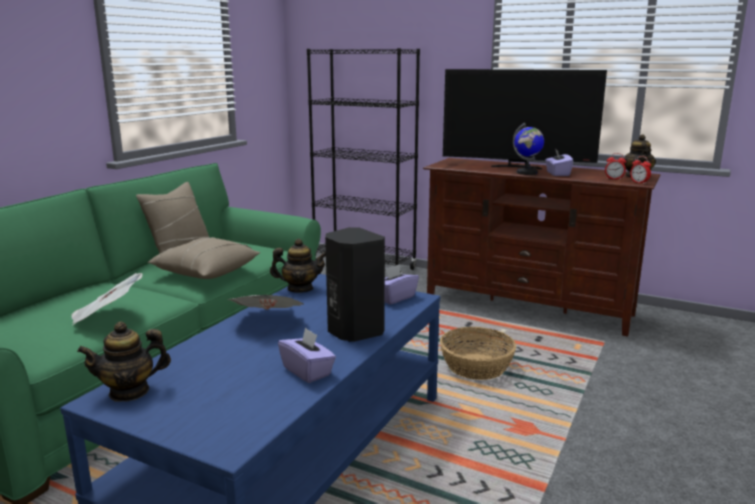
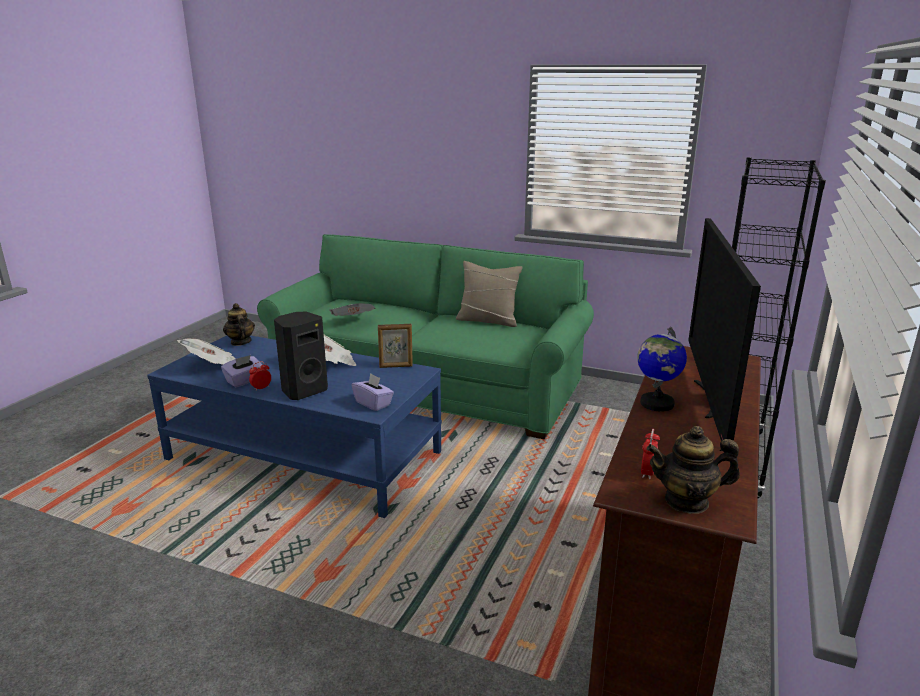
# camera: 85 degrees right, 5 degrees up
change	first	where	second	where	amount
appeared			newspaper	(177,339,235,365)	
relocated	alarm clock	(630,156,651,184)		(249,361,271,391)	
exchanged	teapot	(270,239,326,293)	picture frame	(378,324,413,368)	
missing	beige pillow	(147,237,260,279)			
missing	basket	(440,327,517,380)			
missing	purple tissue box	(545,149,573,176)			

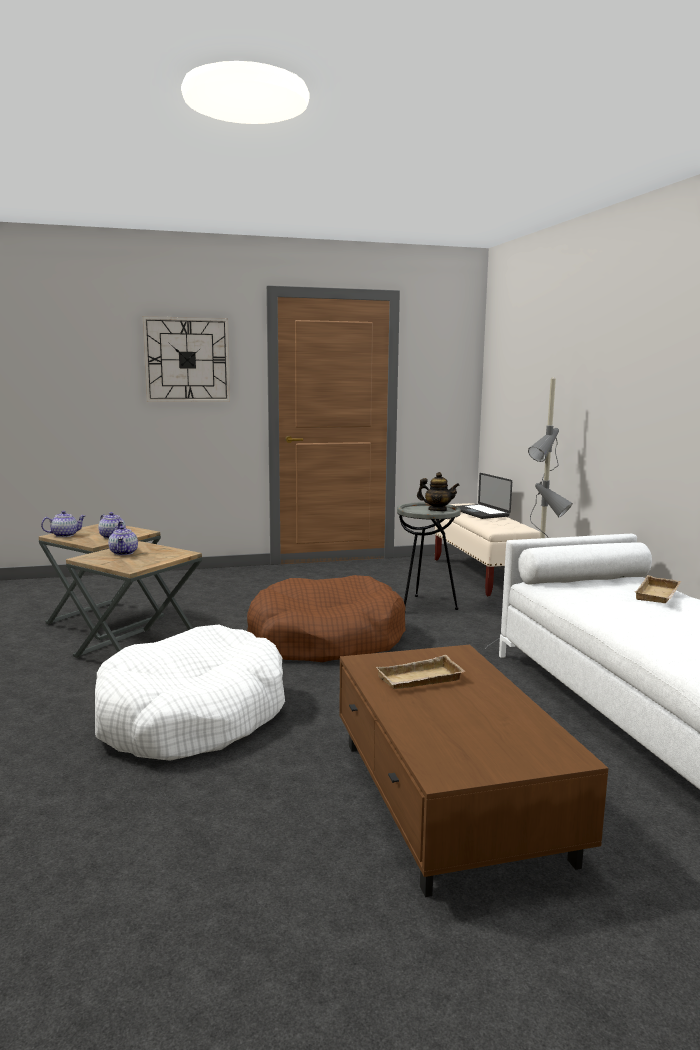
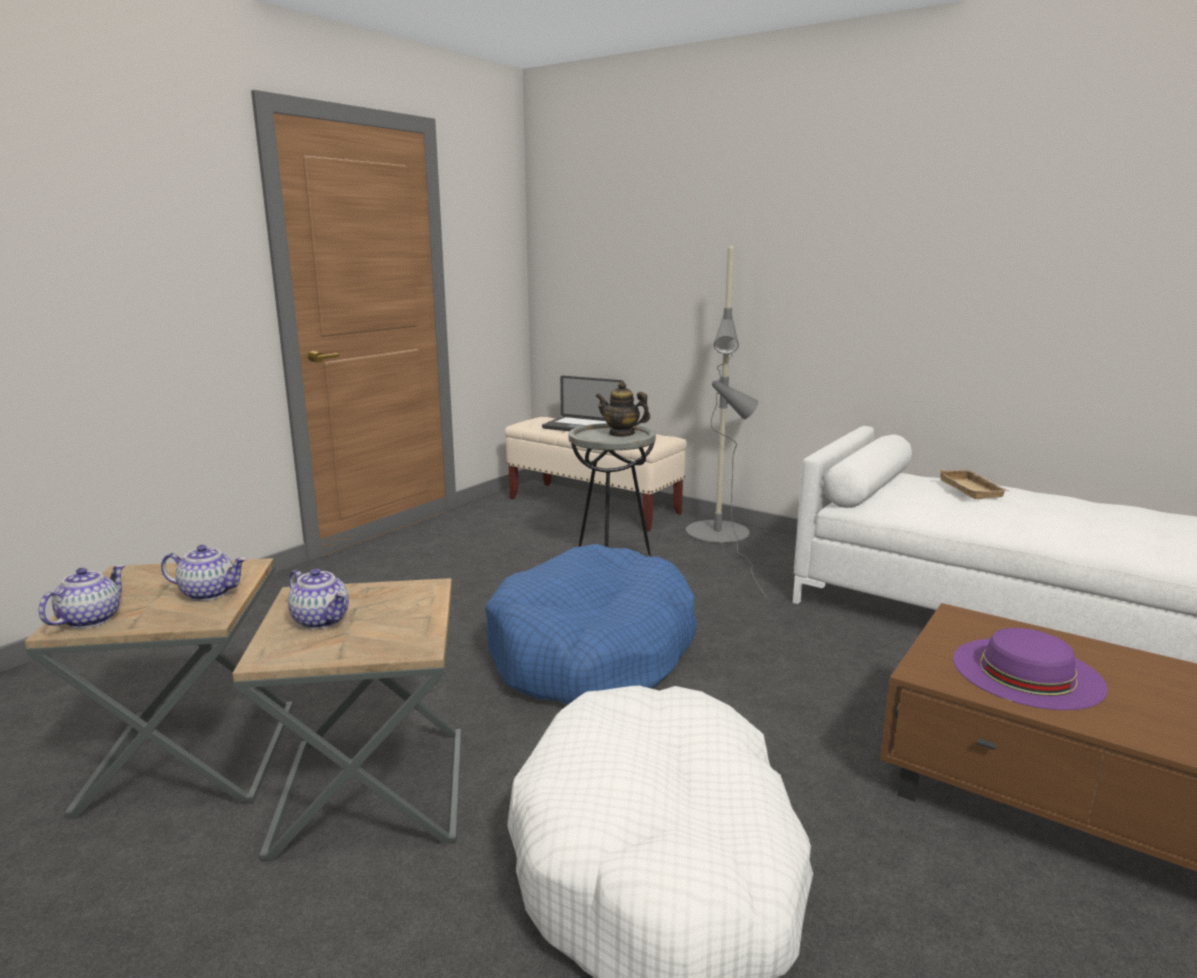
# camera: 40 degrees left, 5 degrees up
change	first	where	second	where	amount
colour	brown dog bed	(247,575,406,662)	blue dog bed	(485,544,697,704)	
spun	teapot	(417,472,460,511)		(595,382,650,437)	135 degrees counterclockwise
exchanged	beige tray	(376,655,465,689)	purple hat	(953,628,1108,710)	
missing	wall clock	(143,316,230,402)			

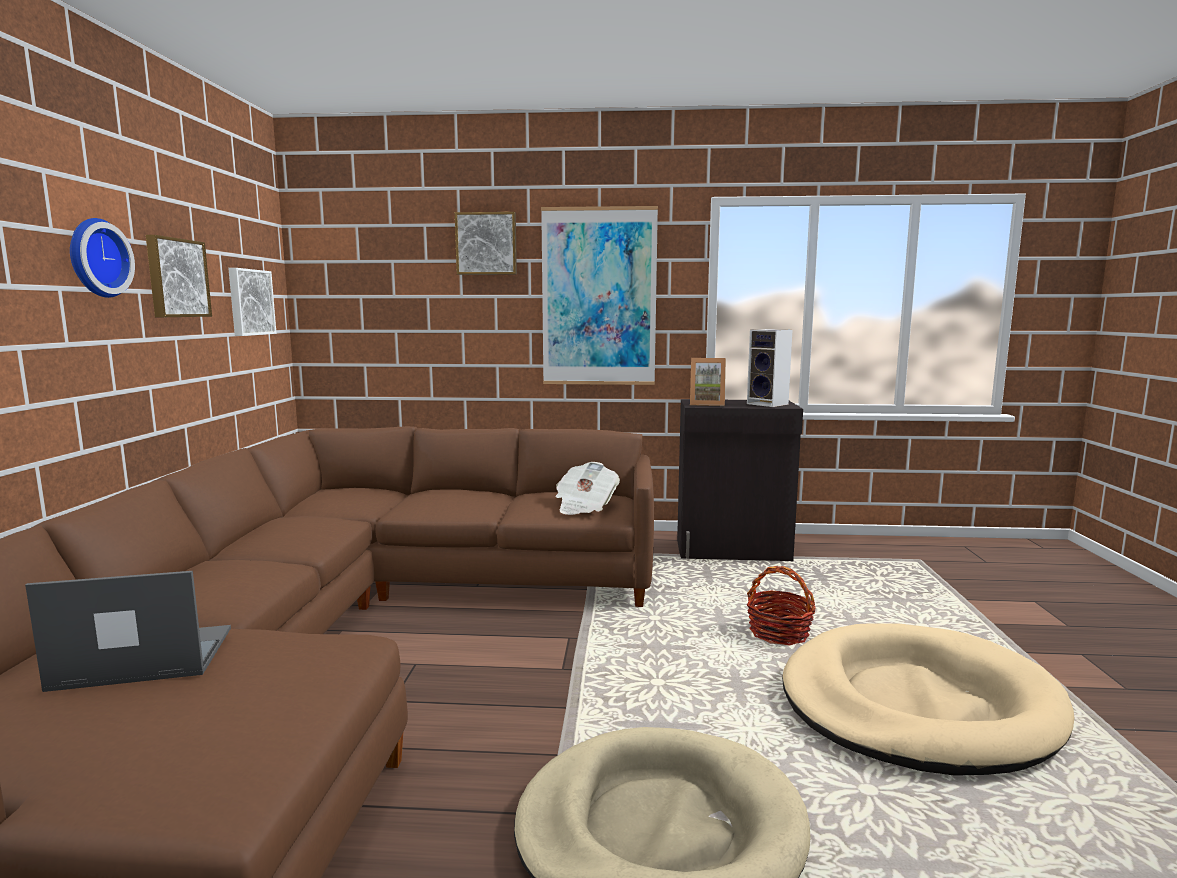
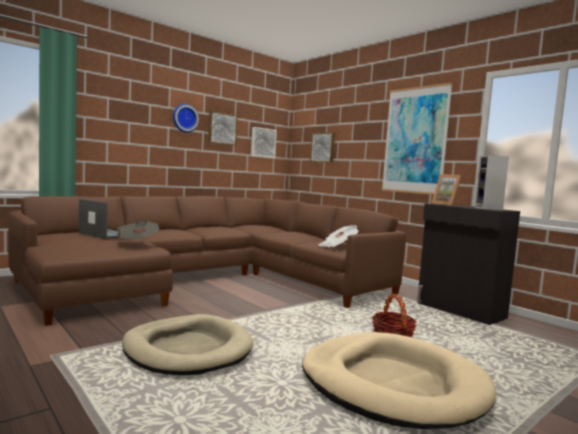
# camera: 45 degrees right, 5 degrees down
change	first	where	second	where	amount
appeared			newspaper	(117,221,160,239)	
relocated	picture	(455,212,517,275)		(310,132,335,163)	

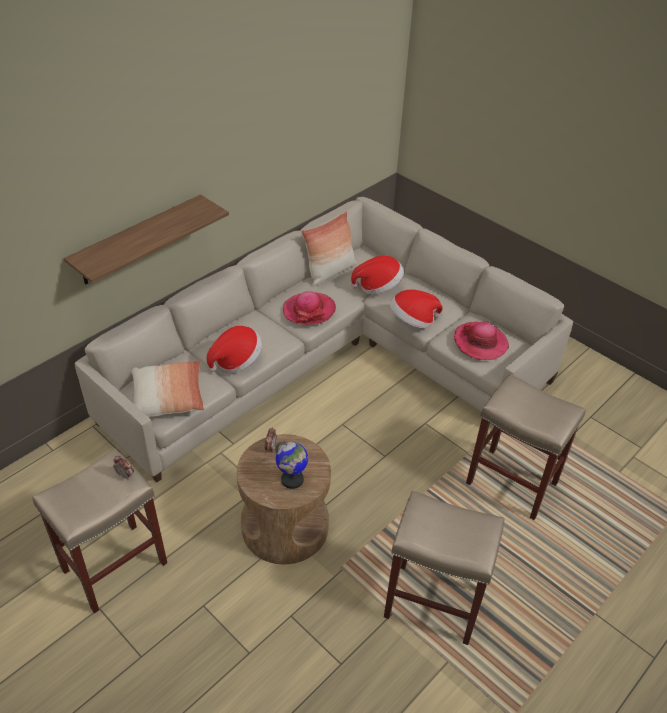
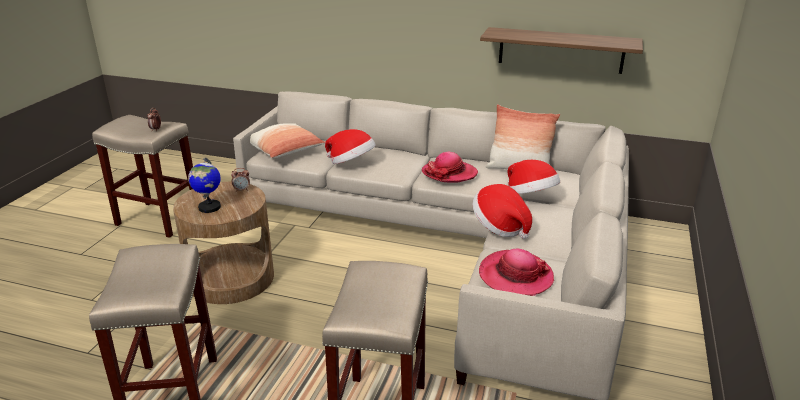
# camera: 65 degrees right, 15 degrees down
change	first	where	second	where	amount
relocated	shelf	(64,194,229,285)		(480,27,643,74)	

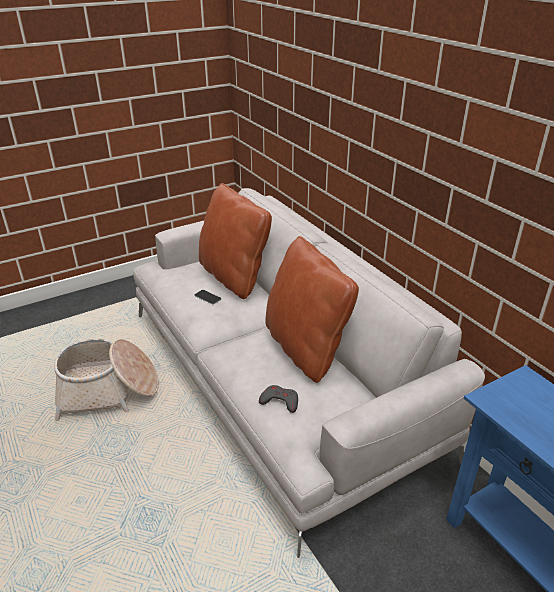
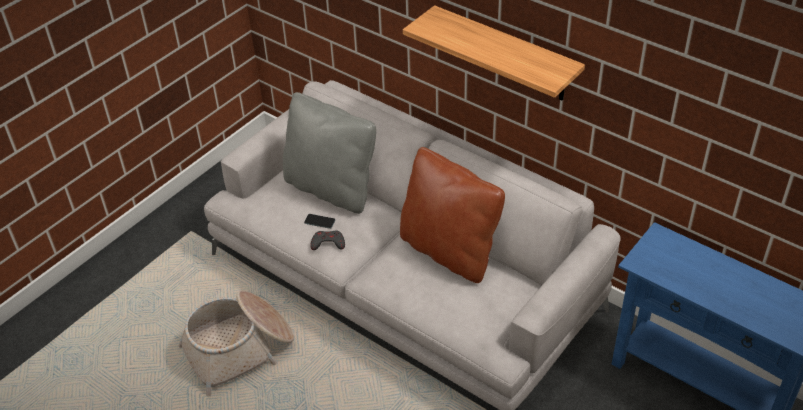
# camera: 20 degrees left, 10 degrees up
change	first	where	second	where	amount
colour	brown pillow	(199,183,272,299)	grey pillow	(283,92,376,214)	
relocated	grey game controller	(259,385,298,413)		(310,231,345,250)	
appeared			shelf	(403,5,585,101)	

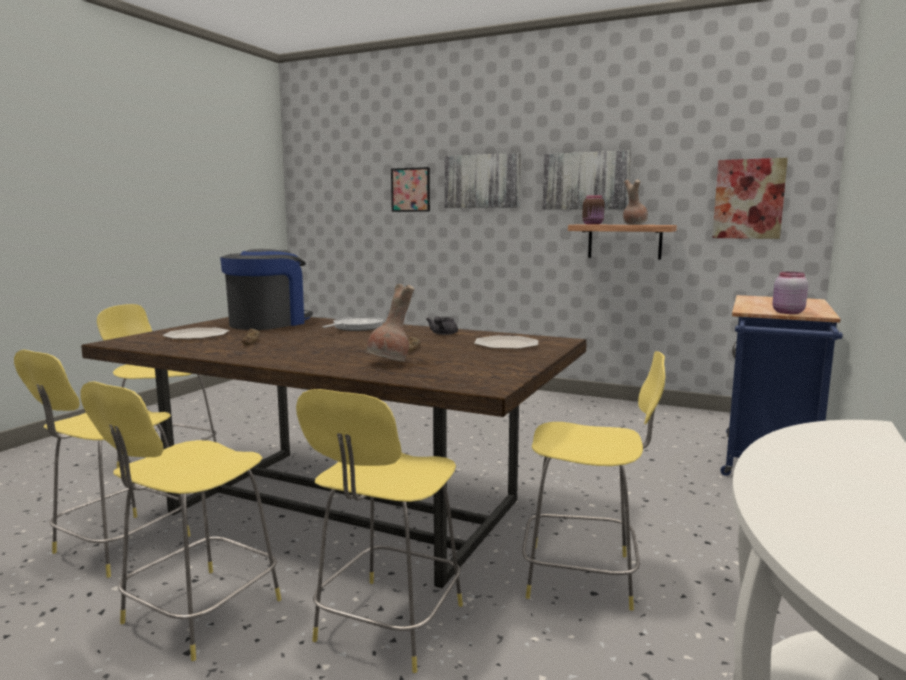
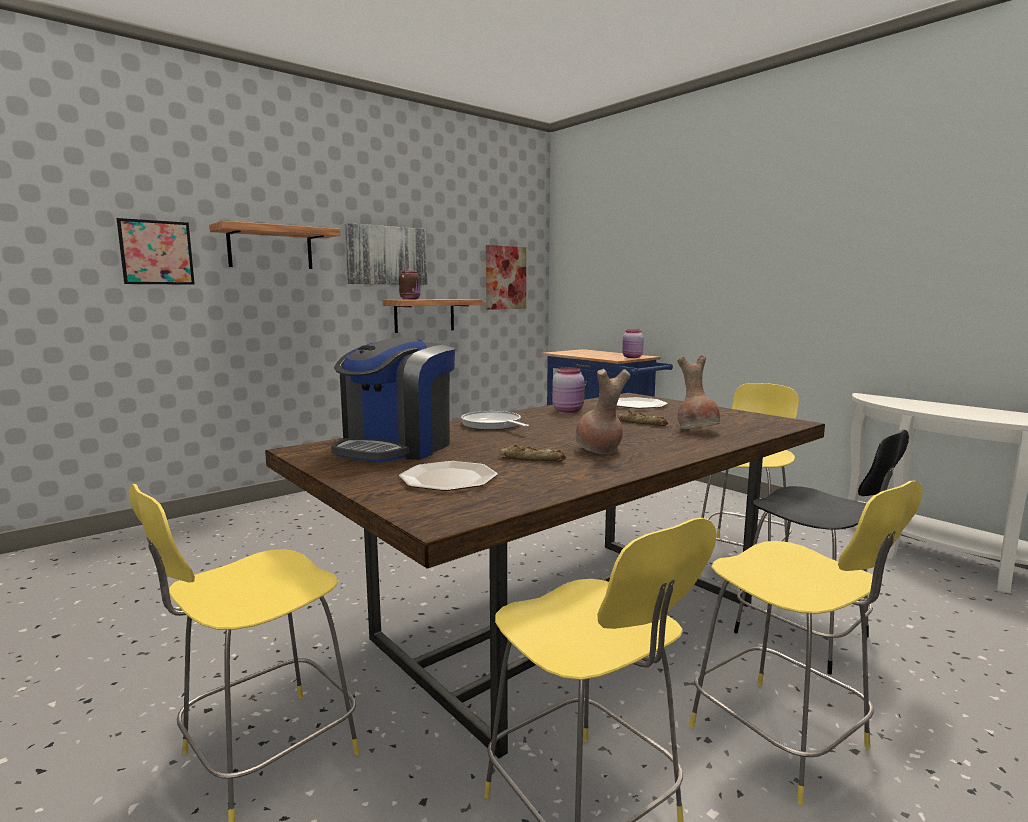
# camera: 65 degrees left, 0 degrees up
change	first	where	second	where	amount
exchanged	picture	(444,153,521,208)	shelf	(209,221,341,269)	
spun	coffee machine	(220,249,313,330)		(331,337,455,463)	120 degrees counterclockwise
exchanged	grey teapot	(426,316,458,335)	pink jar	(552,367,584,413)	
relocated	brown vase	(623,179,648,225)		(575,369,631,454)	
colour	yellow stool	(296,389,463,673)	black stool	(734,429,909,675)	

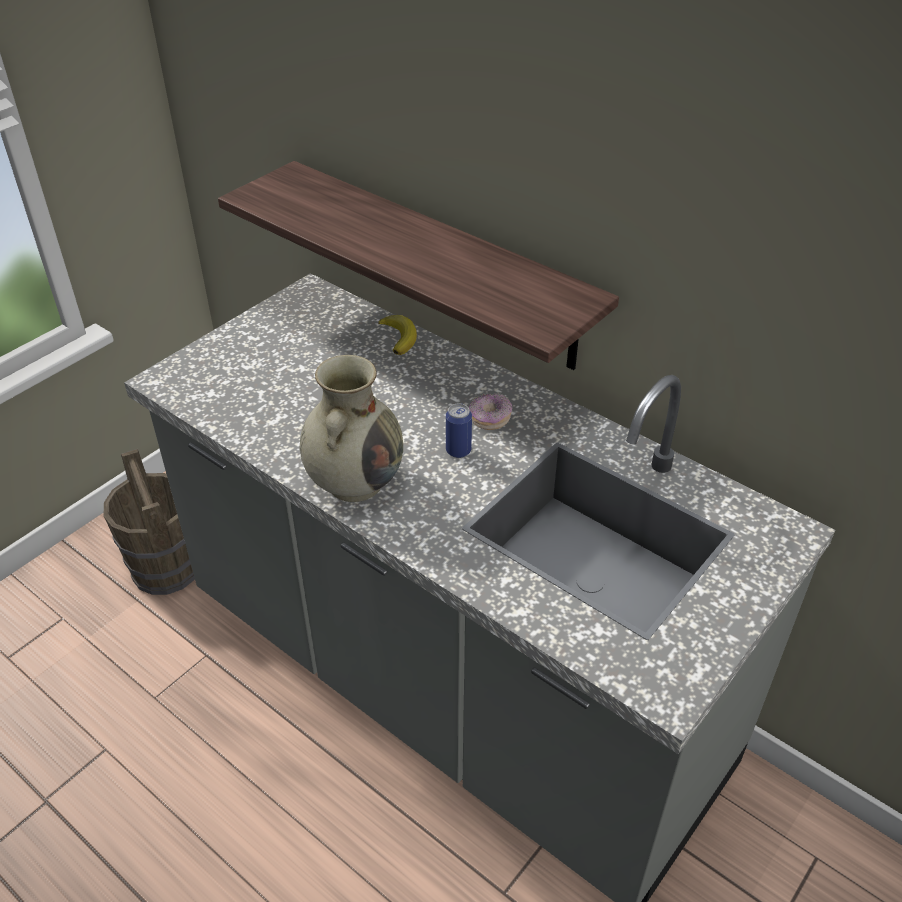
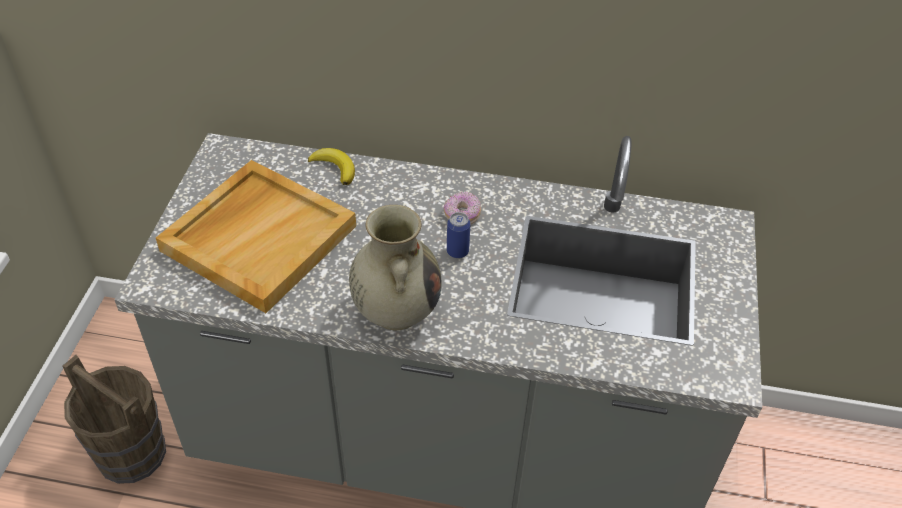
# camera: 30 degrees left, 5 degrees up
change	first	where	second	where	amount
appeared			beige tray	(156,160,356,313)	
missing	shelf	(218,161,619,370)			

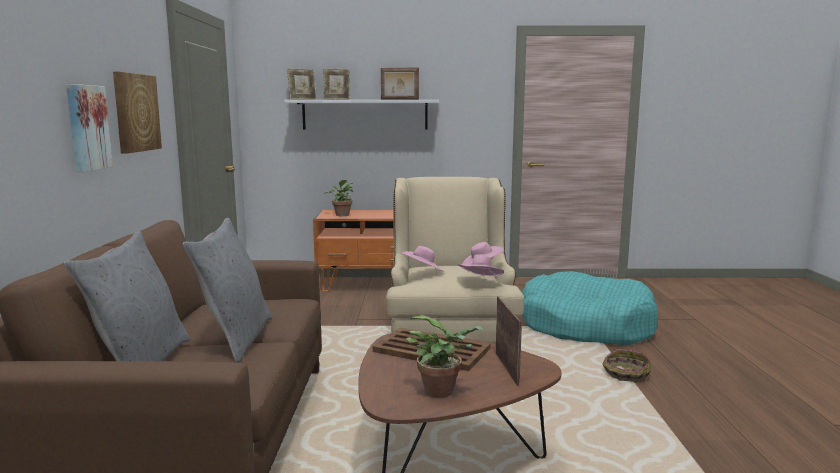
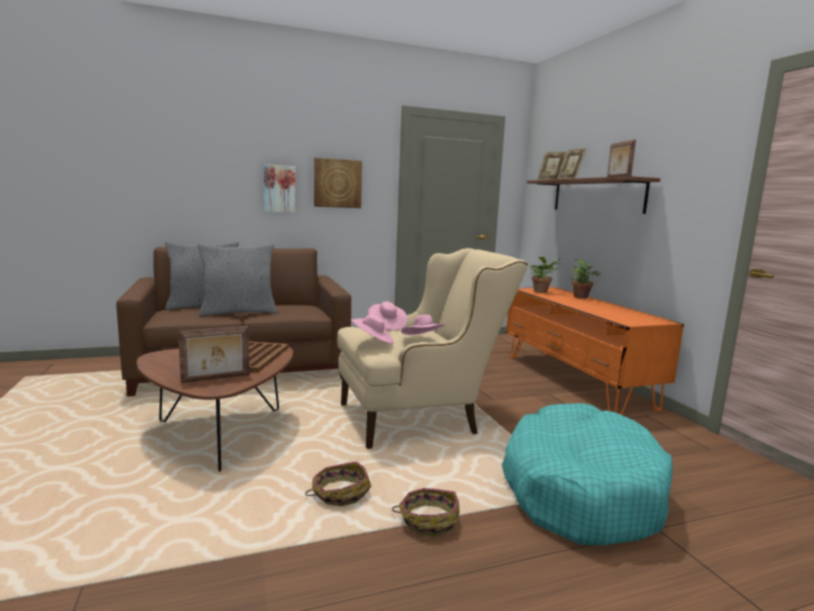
# camera: 70 degrees right, 0 degrees up
change	first	where	second	where	amount
appeared			basket	(305,461,371,506)	
colour	white shelf	(284,100,439,130)	brown shelf	(527,176,661,214)	
relocated	potted plant	(406,315,484,398)		(572,259,600,299)	

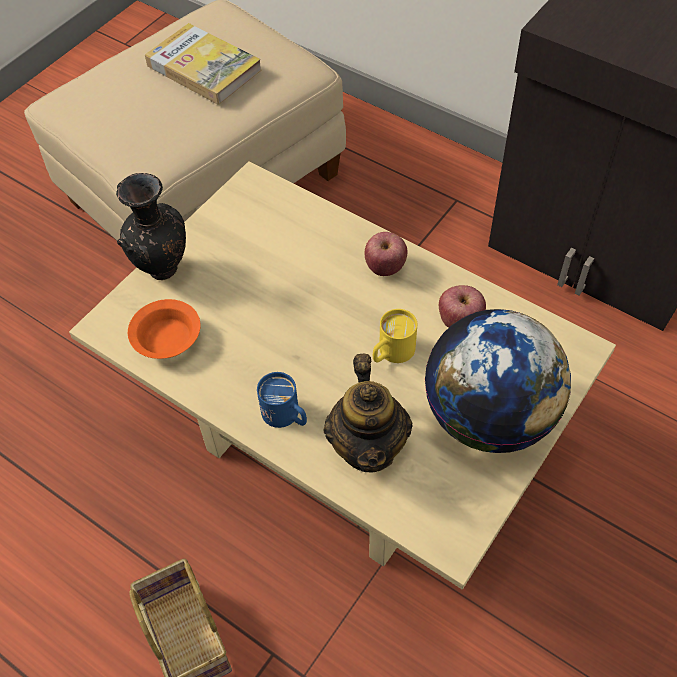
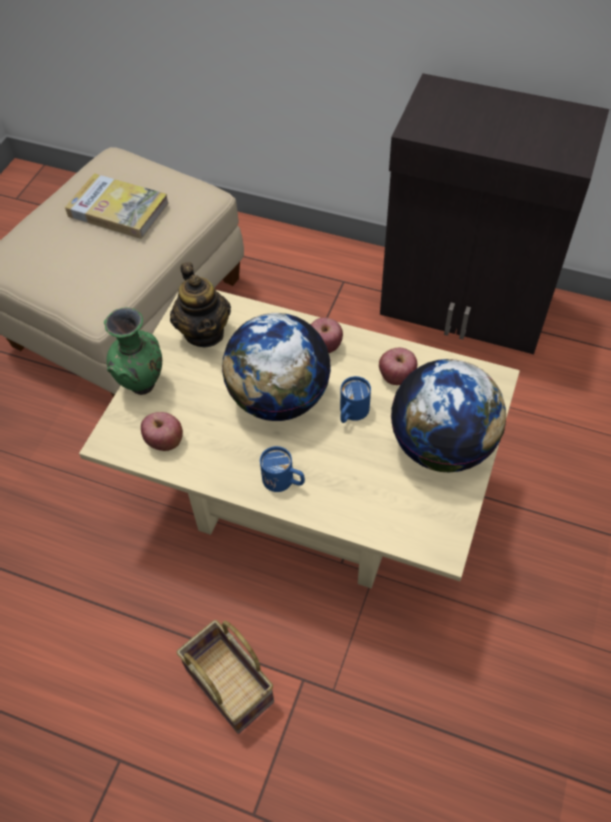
# camera: 15 degrees left, 0 degrees up
change	first	where	second	where	amount
colour	black vase	(116,173,186,280)	green vase	(104,308,162,395)	
exchanged	orange bowl	(128,299,201,359)	apple	(141,412,183,451)	
relocated	teapot	(323,354,413,473)		(170,262,231,347)	
appeared			globe	(222,313,331,421)	
colour	yellow mug	(373,309,417,363)	blue mug	(340,376,371,423)	

